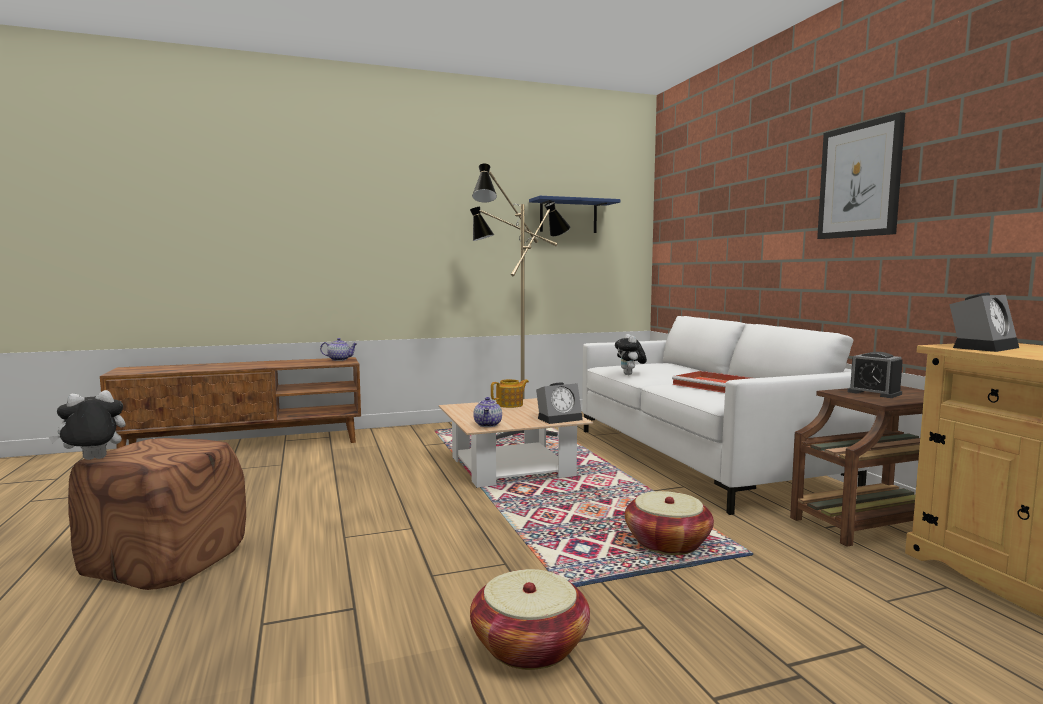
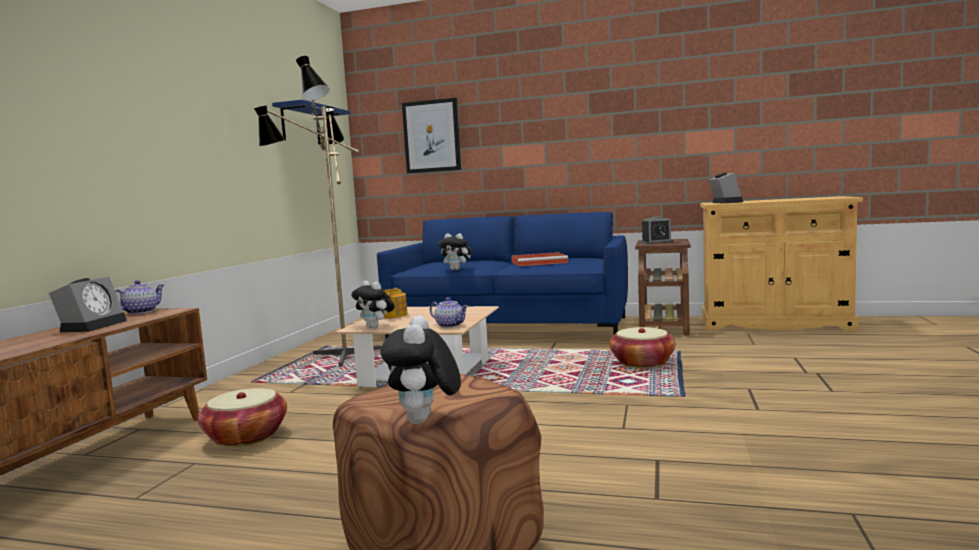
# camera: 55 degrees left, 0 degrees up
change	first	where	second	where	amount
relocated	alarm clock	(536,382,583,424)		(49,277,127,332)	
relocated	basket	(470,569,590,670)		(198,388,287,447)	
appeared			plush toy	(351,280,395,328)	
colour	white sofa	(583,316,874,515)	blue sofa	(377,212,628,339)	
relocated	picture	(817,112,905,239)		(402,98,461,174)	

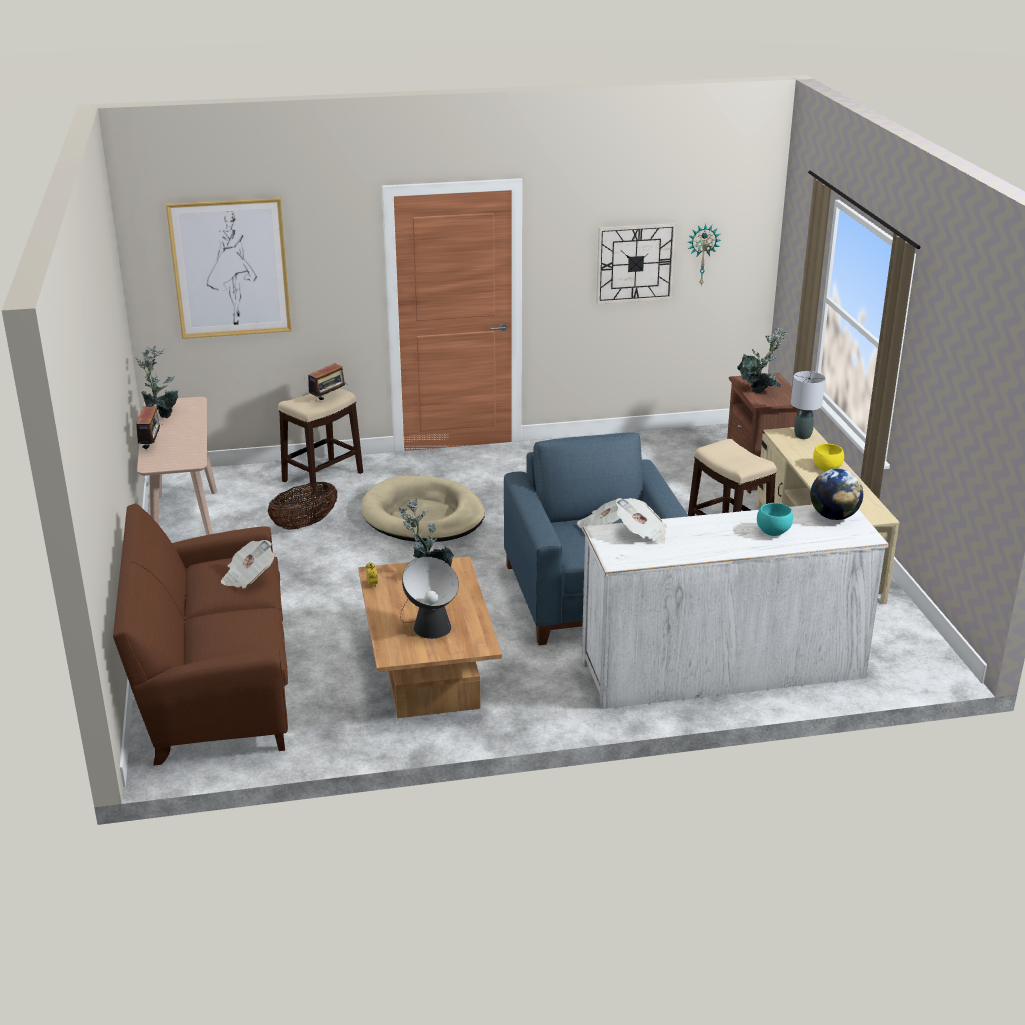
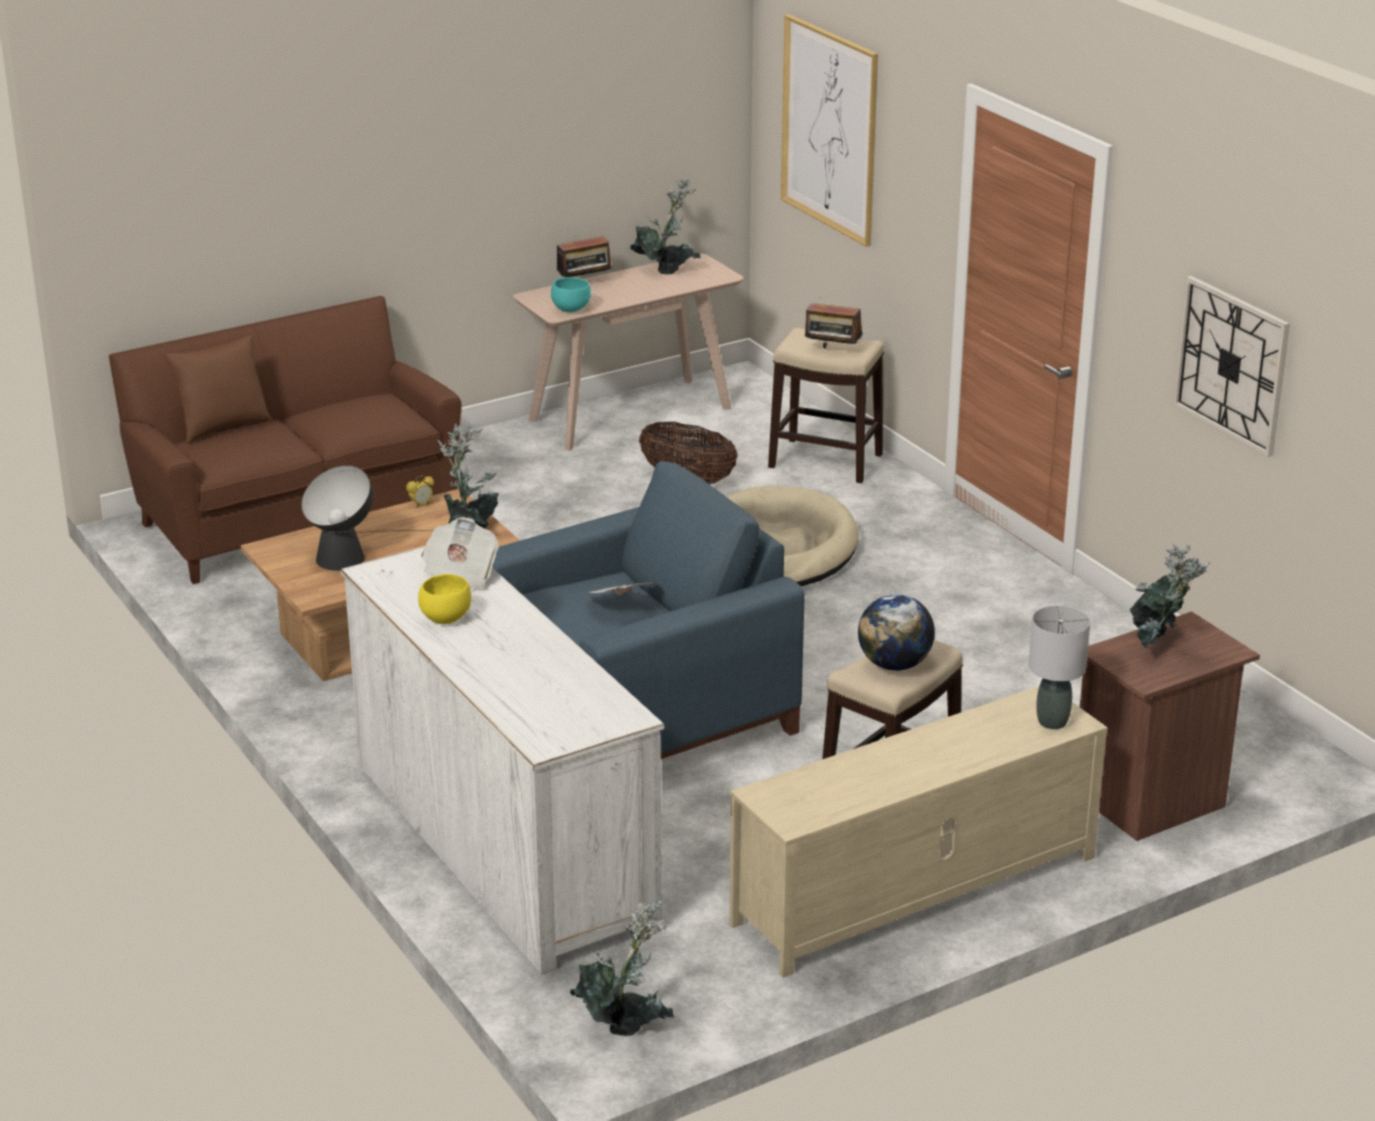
# camera: 70 degrees right, 0 degrees up
change	first	where	second	where	amount
appeared			brown pillow	(165,335,272,444)	
relocated	yellow bowl	(813,444,844,471)		(418,574,471,624)	
relocated	turquoise bowl	(757,503,793,536)		(551,277,591,312)	
appeared			potted plant	(570,900,674,1036)	
relocated	globe	(810,468,863,520)		(858,594,935,671)	
missing	newspaper	(221,540,274,588)			
missing	wall clock	(687,224,721,285)			

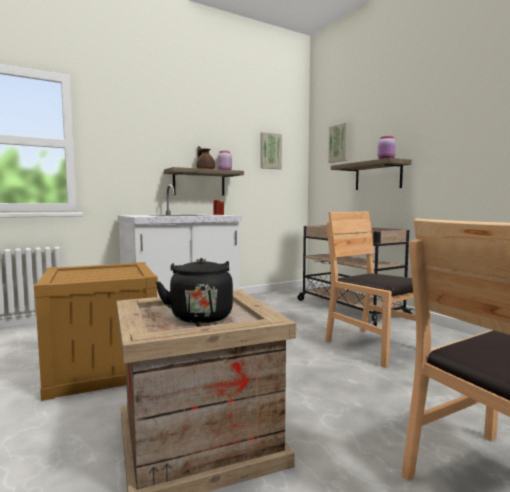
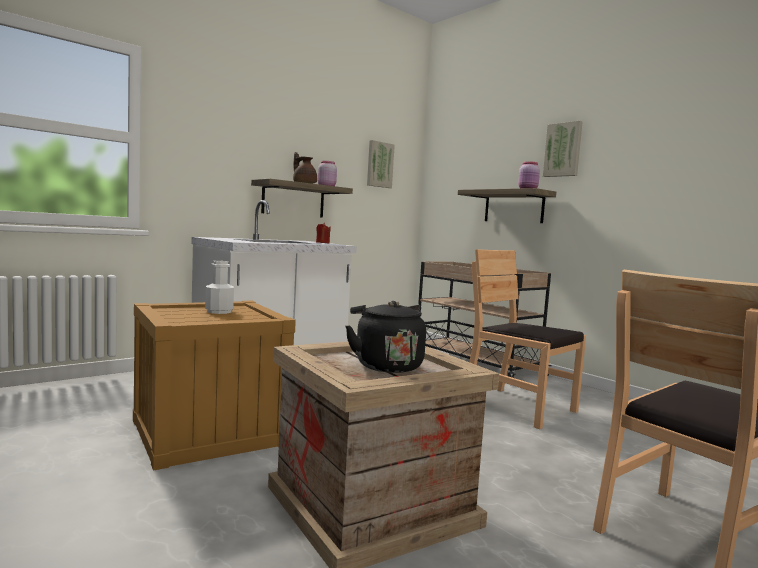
# camera: 10 degrees left, 0 degrees up
change	first	where	second	where	amount
appeared			white bottle	(205,261,234,314)	
relocated	picture	(328,123,349,163)		(543,121,583,177)	

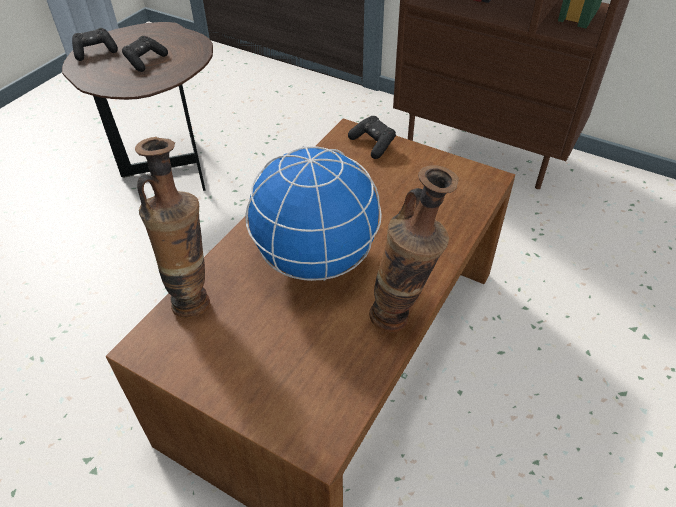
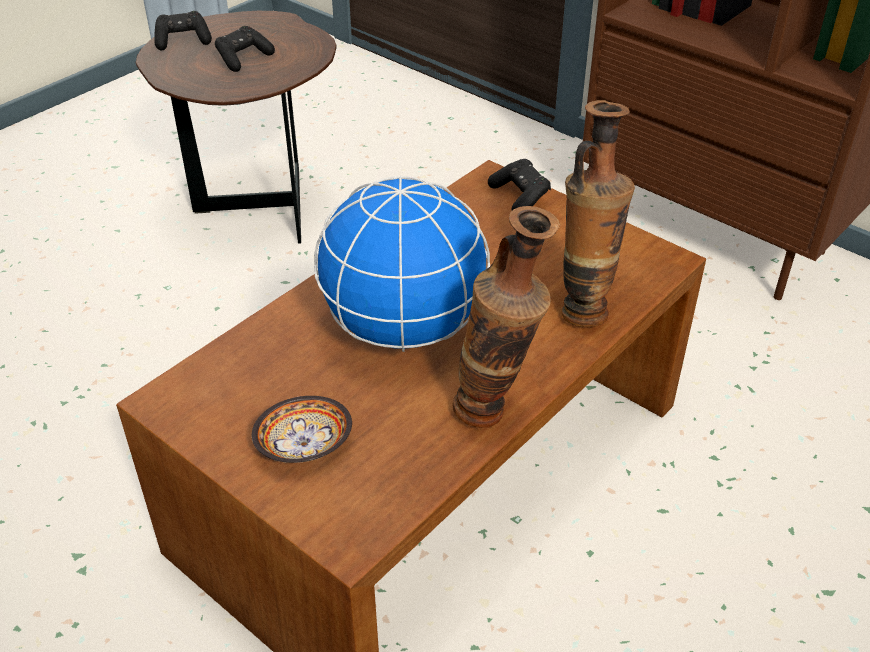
# camera: 10 degrees right, 5 degrees down
change	first	where	second	where	amount
appeared			bowl	(252,396,352,463)	
relocated	vase	(135,137,210,318)		(562,100,635,327)	

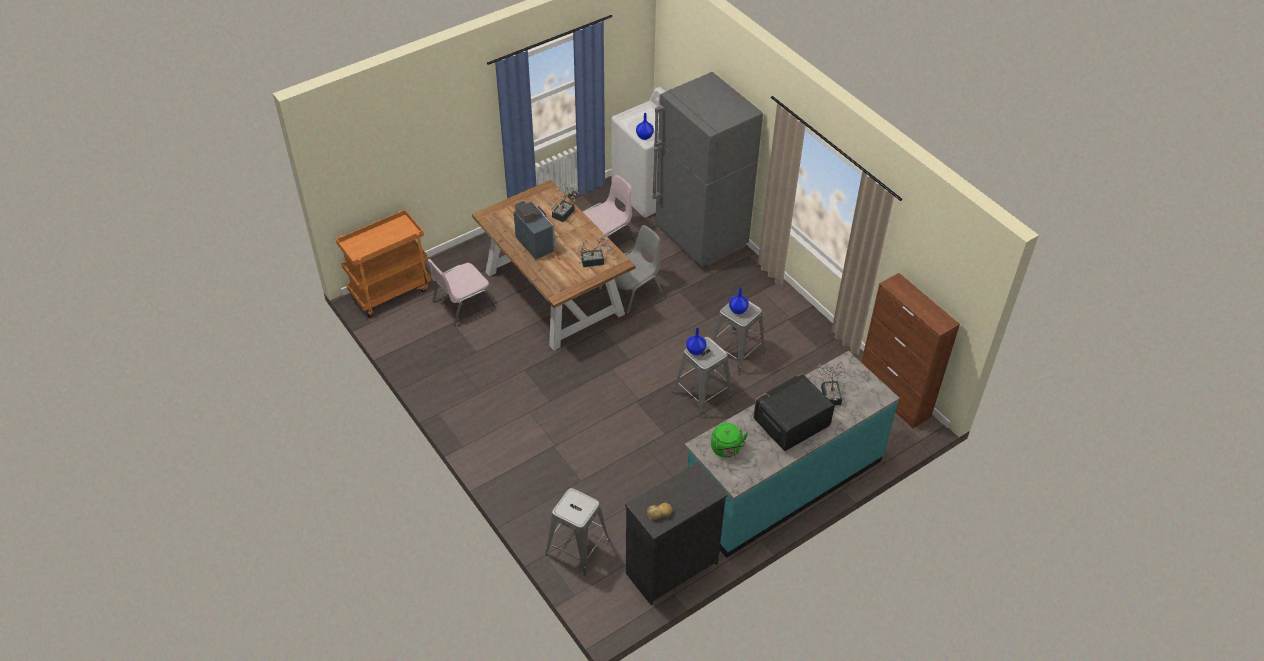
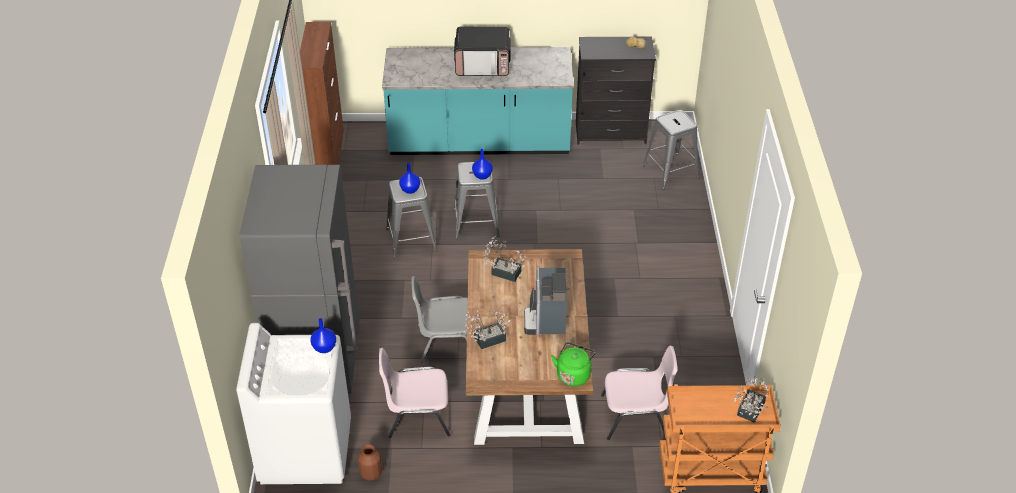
# camera: 145 degrees left, 5 degrees down
change	first	where	second	where	amount
appeared			brown vase	(358,444,382,481)	
relocated	green kettle	(711,423,748,458)		(551,342,596,386)	
relocated	potted plant	(817,361,847,405)		(734,376,769,423)	

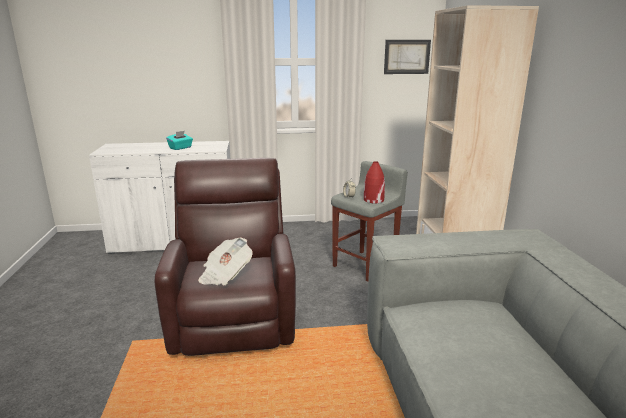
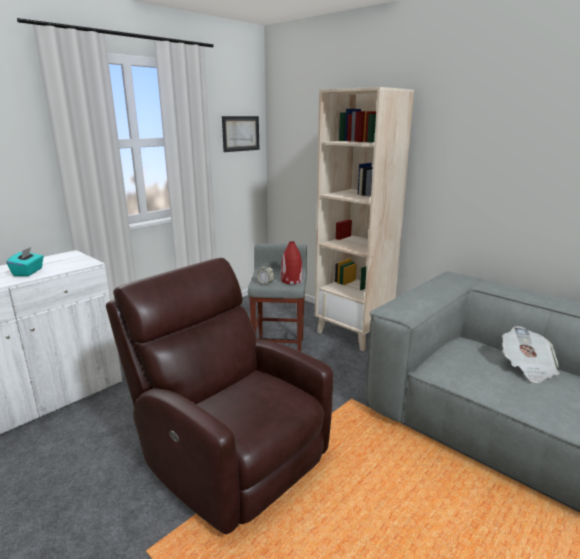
# camera: 40 degrees left, 0 degrees up
change	first	where	second	where	amount
relocated	newspaper	(198,238,253,286)		(502,326,560,383)	

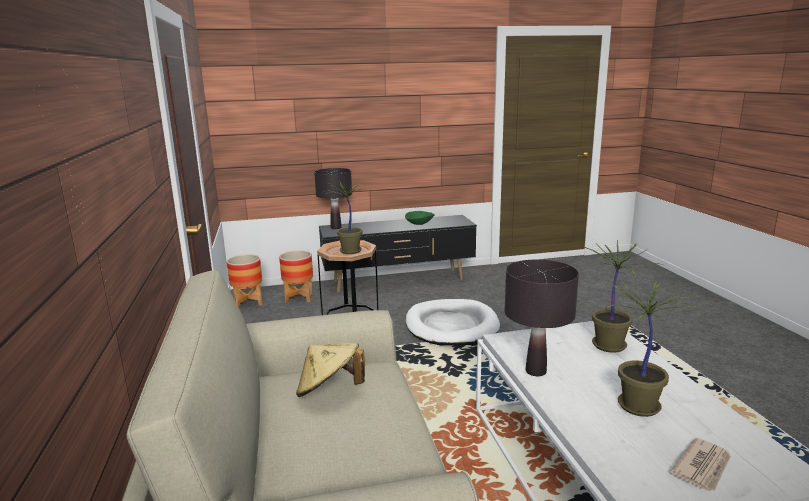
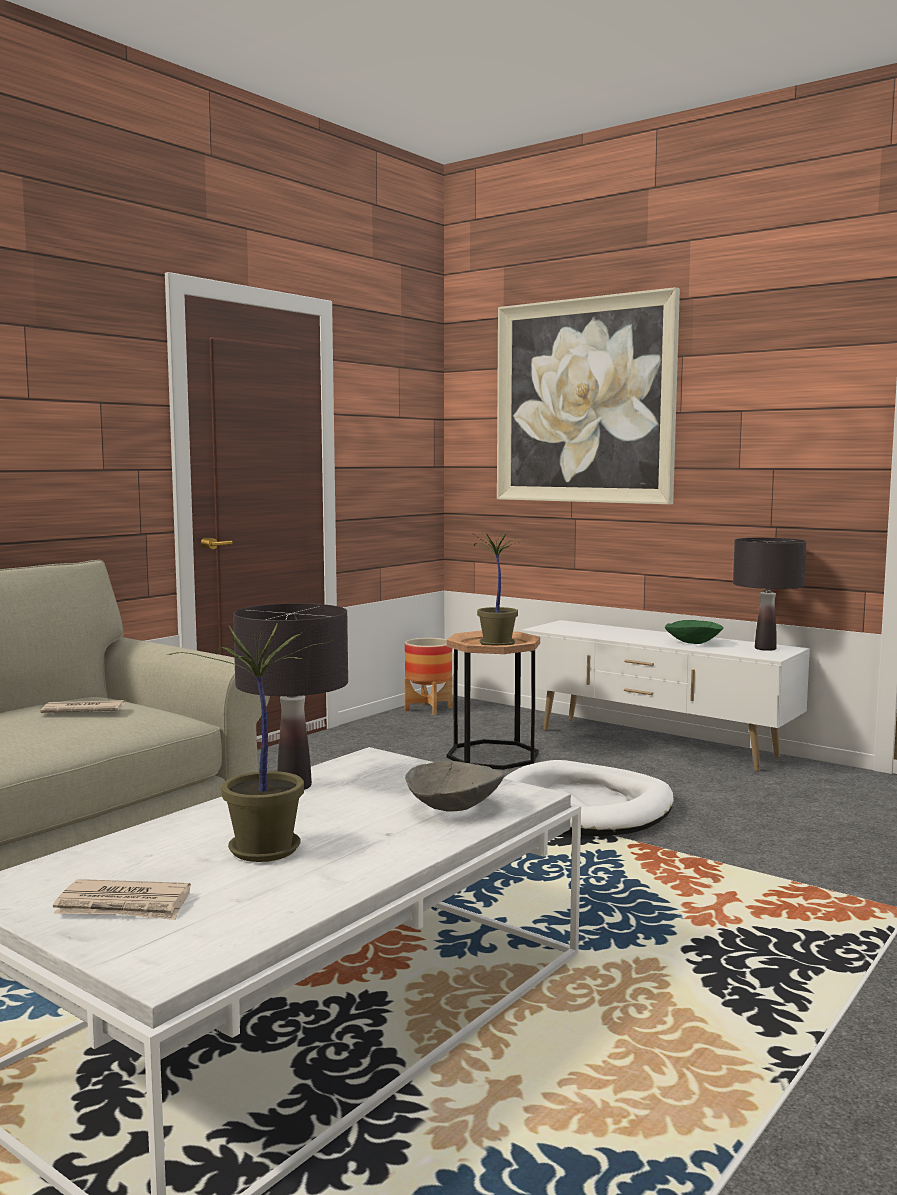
# camera: 50 degrees right, 10 degrees down
change	first	where	second	where	amount
exchanged	beige hat	(296,343,365,397)	newspaper	(41,700,125,713)	
exchanged	potted plant	(585,240,662,353)	grey bowl	(405,761,504,812)	
appeared			picture	(497,287,680,505)	
colour	black tv stand	(319,215,477,293)	white tv stand	(521,620,810,771)	
relocated	black table lamp	(314,168,352,229)		(733,538,806,651)	
missing	planter	(279,250,313,303)			

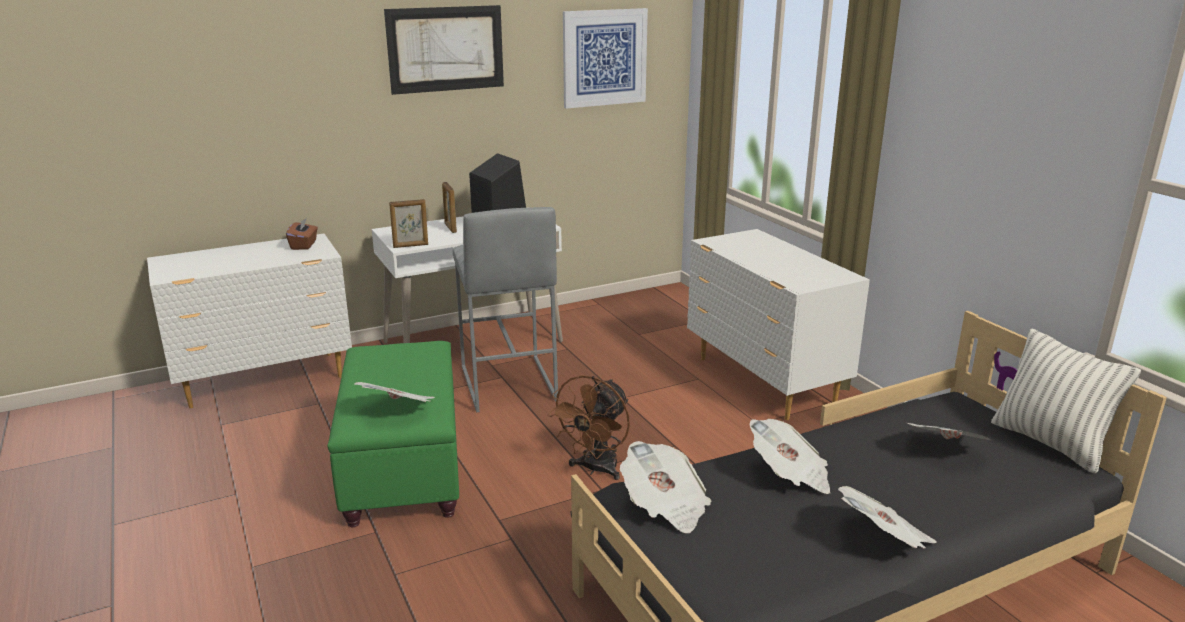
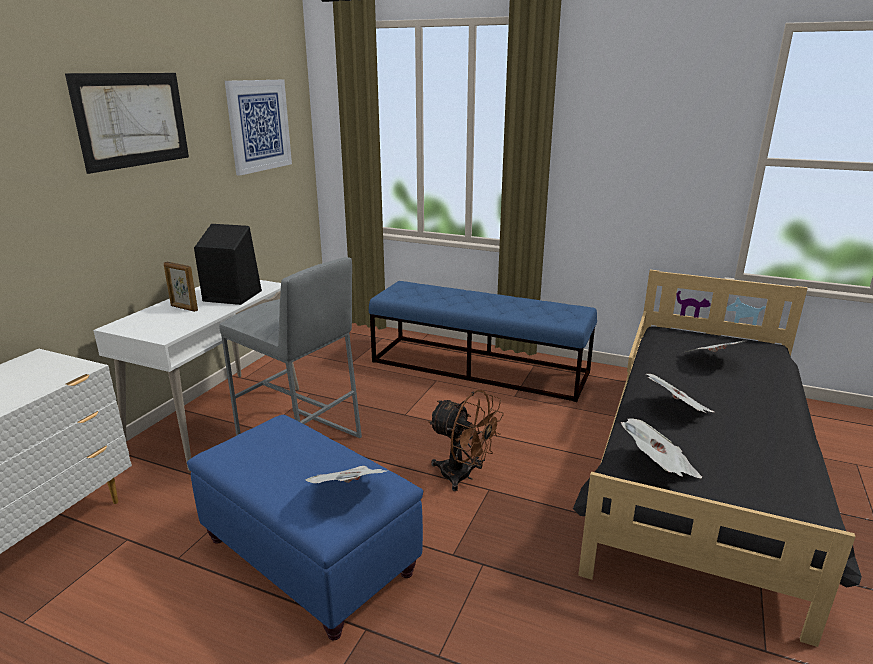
# camera: 40 degrees left, 0 degrees up
change	first	where	second	where	amount
colour	green ottoman	(327,341,459,527)	blue ottoman	(187,415,423,640)	
exchanged	white dresser	(687,229,870,420)	blue bench	(369,281,597,402)	
spun	brown fan	(548,375,630,480)		(428,389,504,491)	45 degrees counterclockwise
missing	brown tissue box	(286,217,318,250)			
missing	picture frame	(389,199,428,248)			
missing	newspaper	(838,486,937,549)			
missing	pillow	(991,328,1141,474)			

